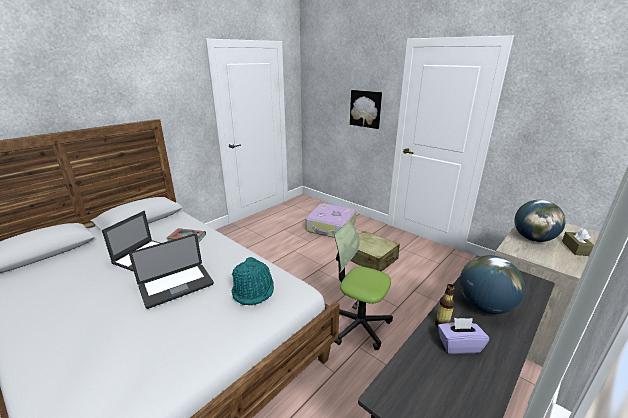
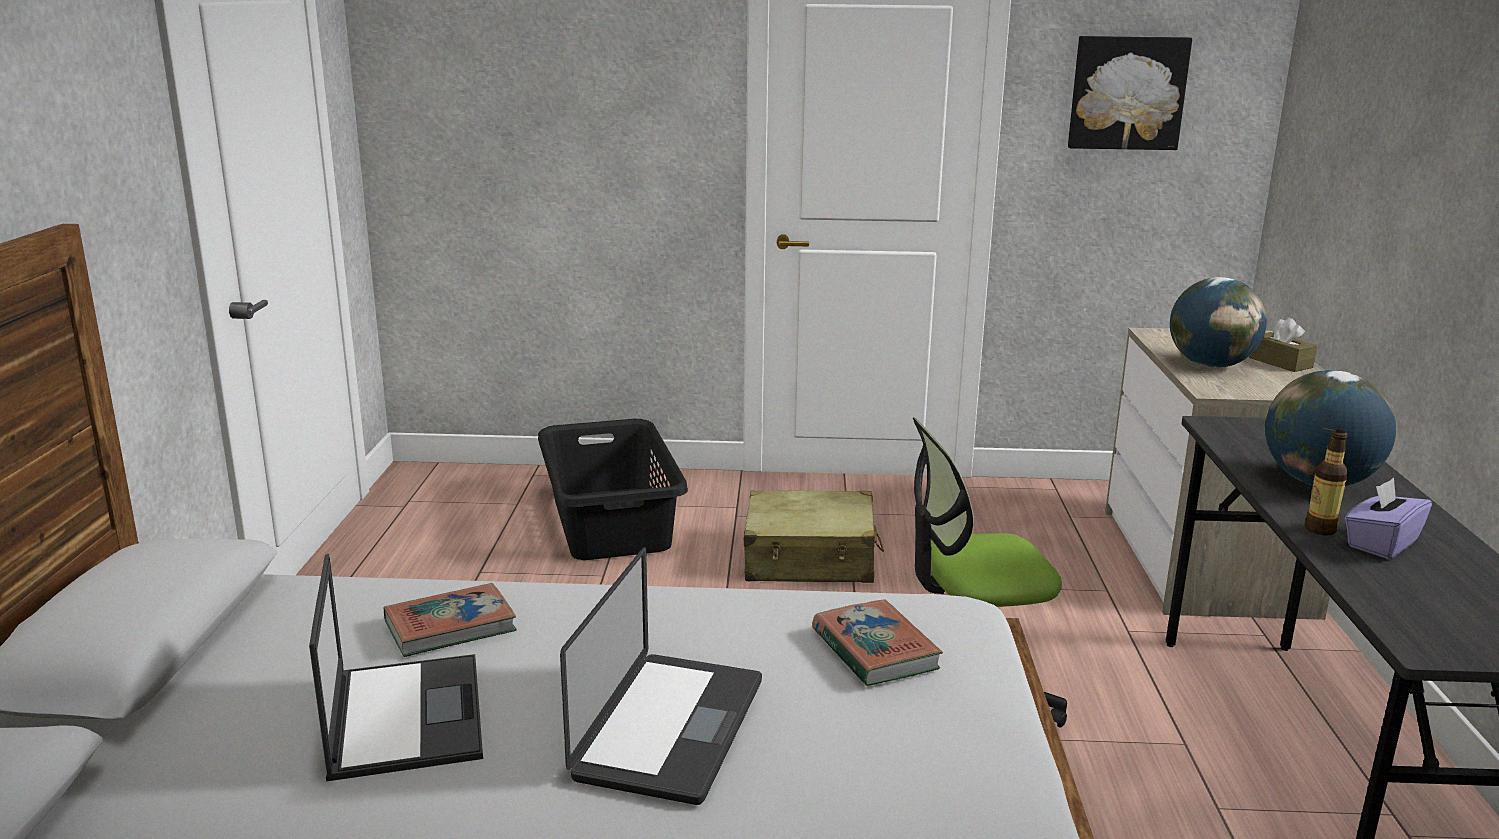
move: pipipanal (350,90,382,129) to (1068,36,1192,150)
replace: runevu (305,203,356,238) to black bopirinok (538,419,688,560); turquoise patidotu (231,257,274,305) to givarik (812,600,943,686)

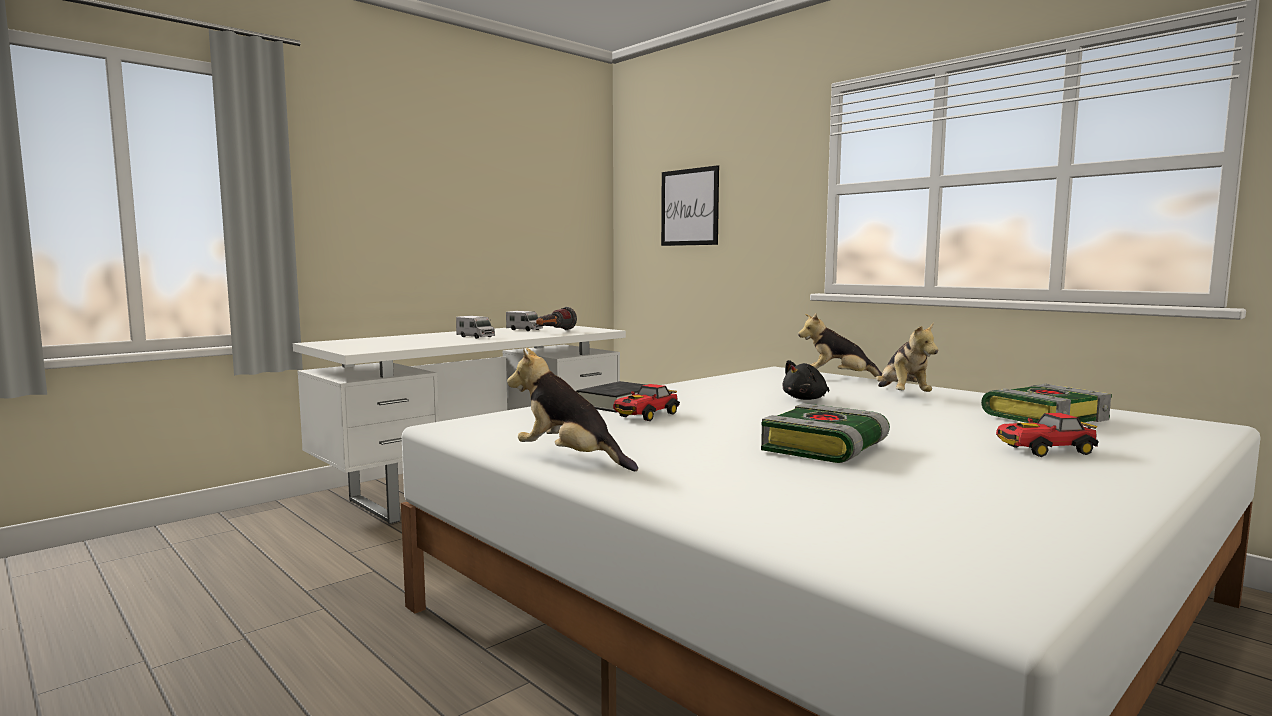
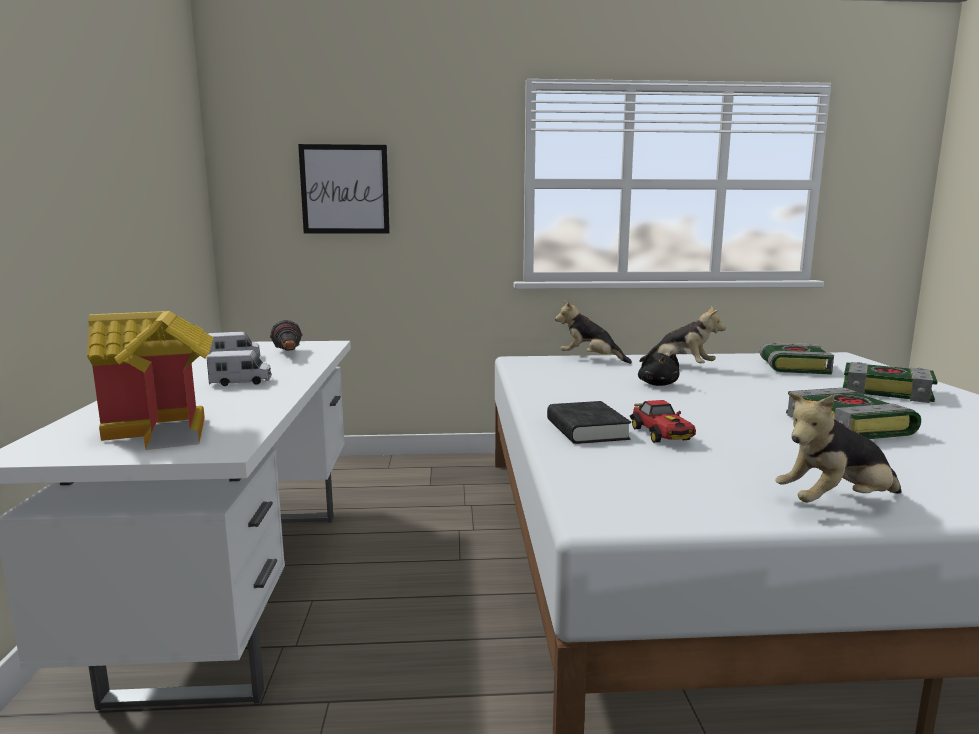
insert: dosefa (87,311,214,450)
replace: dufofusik (996,413,1099,457) to givarik (843,362,938,403)
rotate: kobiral (798,313,882,377) = (555,301,632,364) 60 degrees clockwise

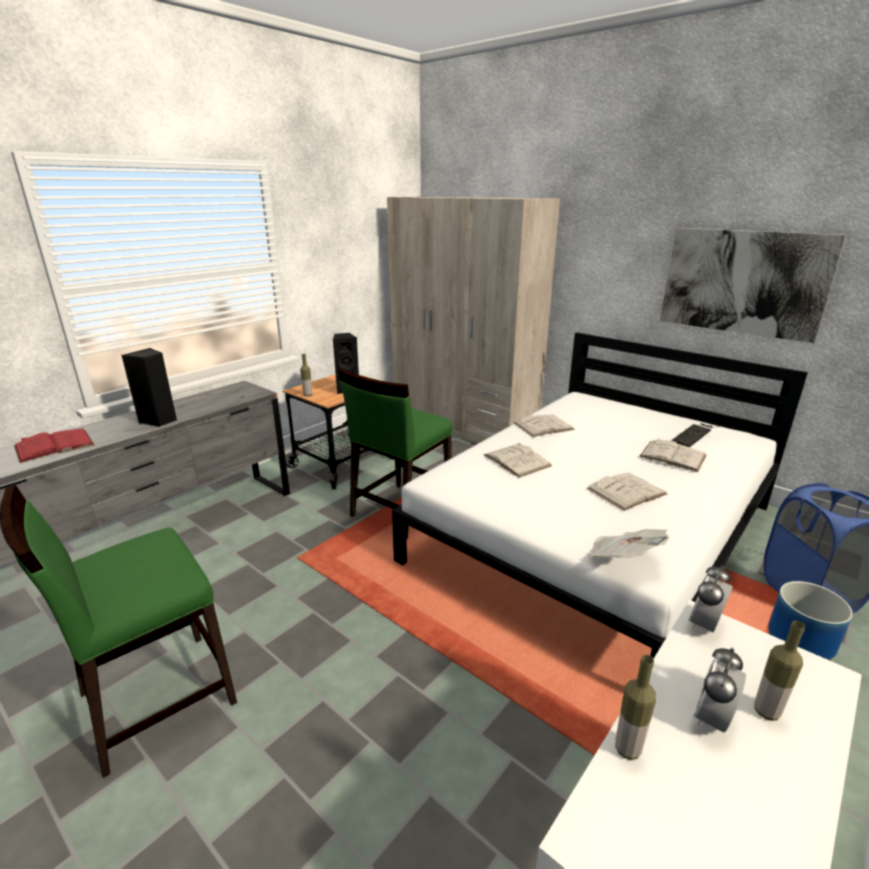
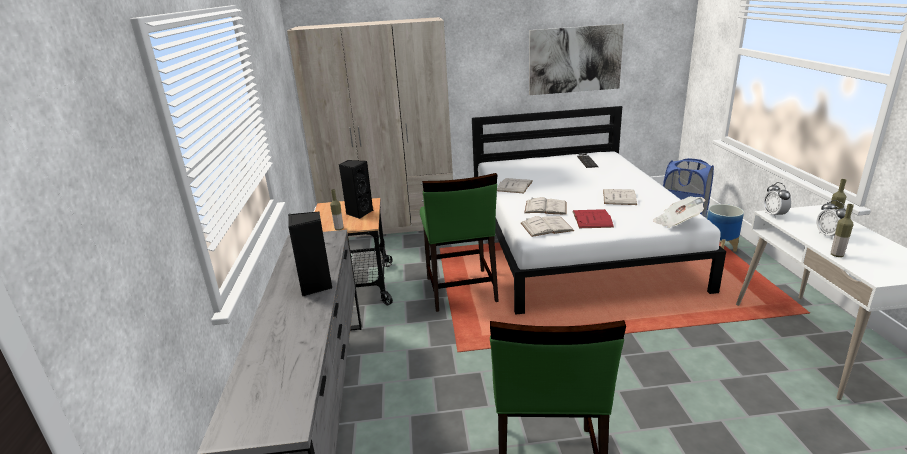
move: red givarik (14,429,95,463) to (572,209,614,228); white givarik (639,439,706,472) to (521,216,574,237)

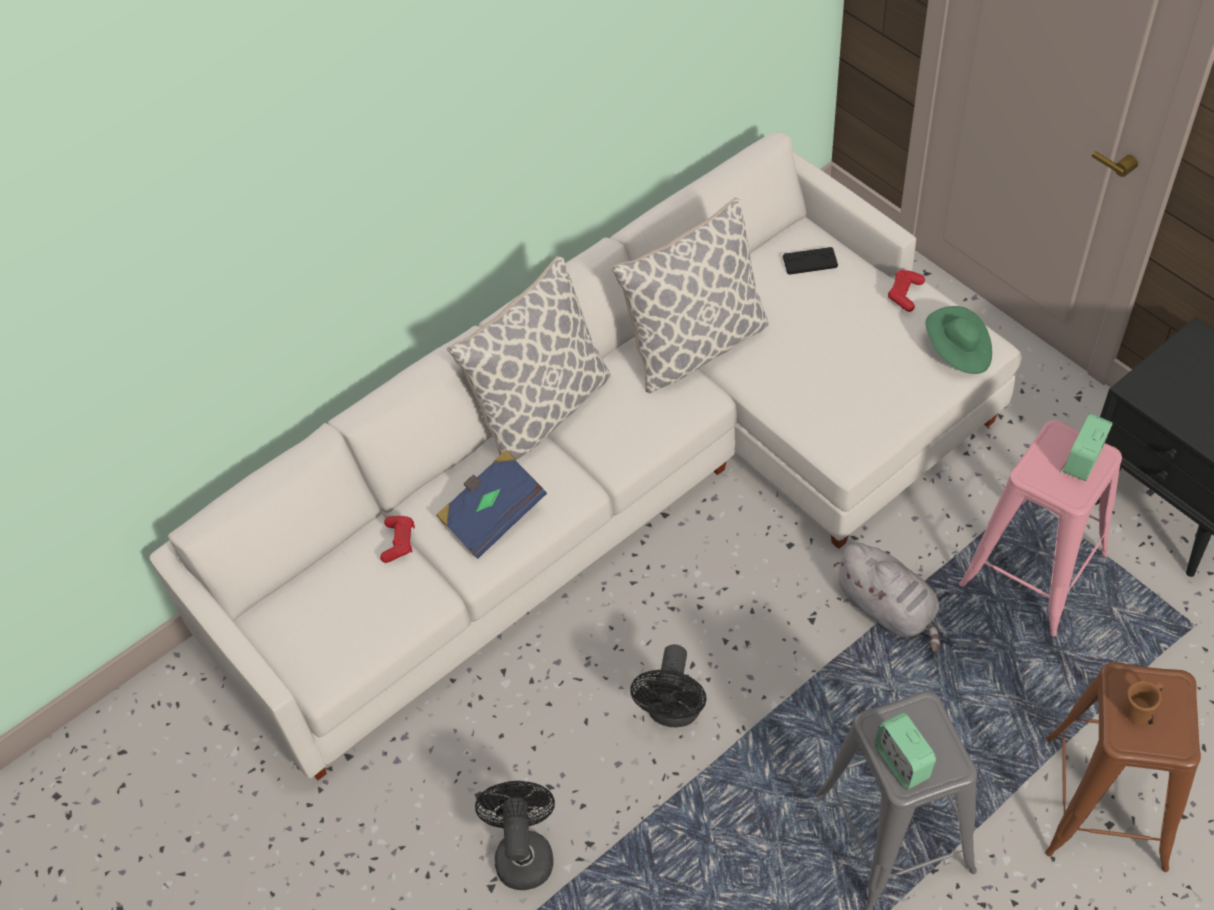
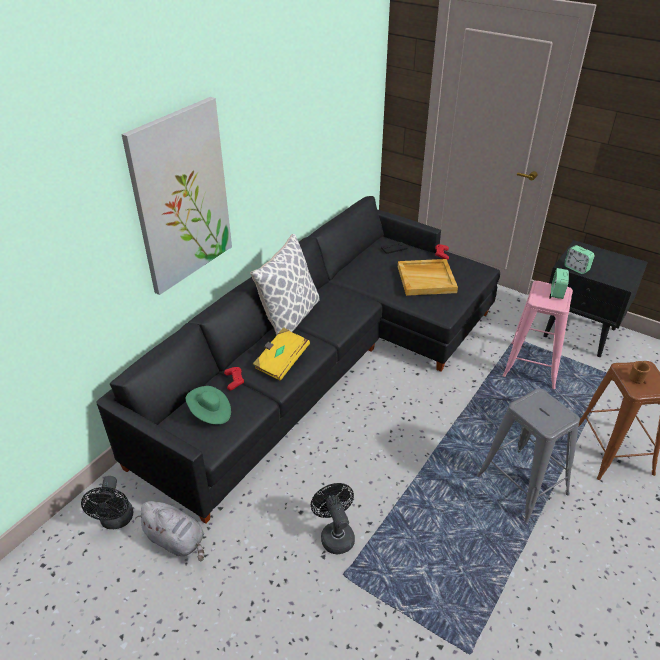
delete: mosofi (611,198,769,393)
insert: pipipanal (121,97,232,295); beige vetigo (398,259,458,296)
move: green patidotu (926,306,992,374) to (186,386,231,424); grey kobiral (833,543,940,652) to (135,501,204,562); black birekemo (630,644,707,727) to (81,476,133,529); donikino (875,712,936,790) to (564,245,595,274)
recolor: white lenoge (150,132,1022,780) to black lenoge (96,196,500,524); blue givarik (436,449,547,559) to yellow givarik (253,327,310,381)

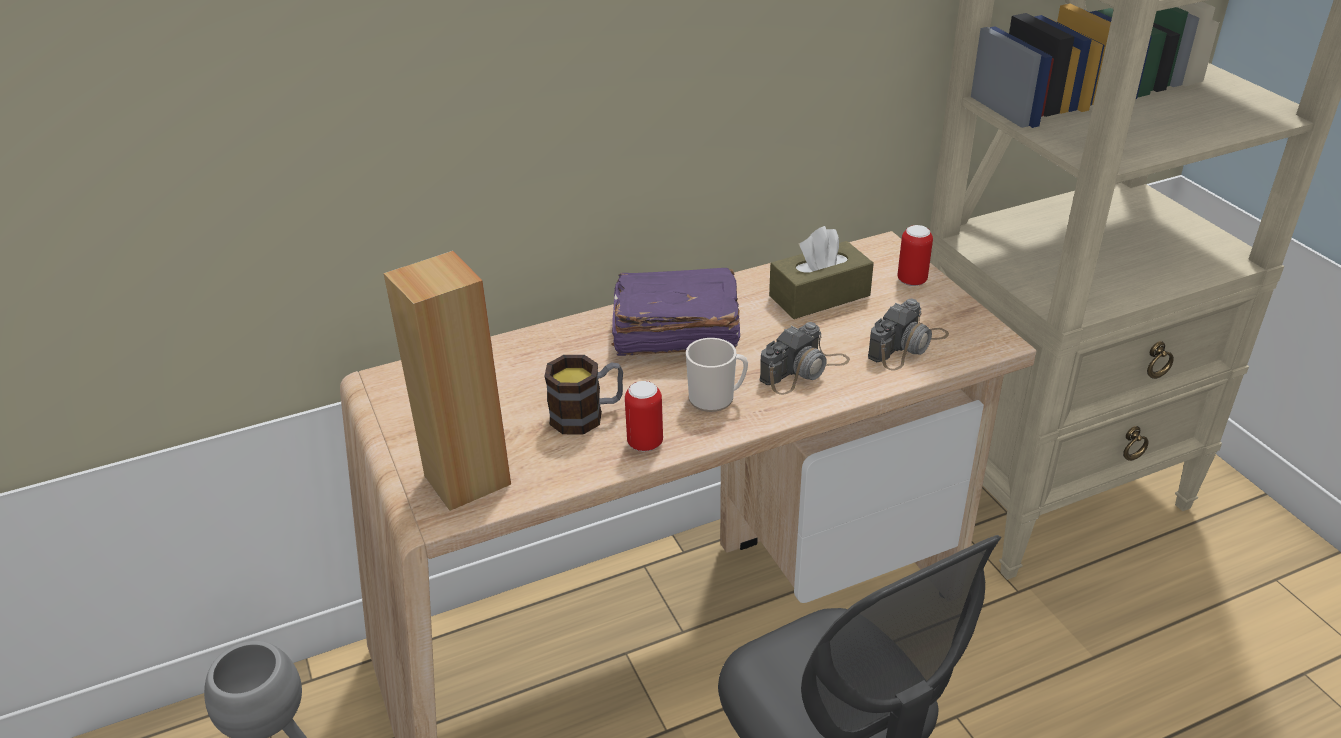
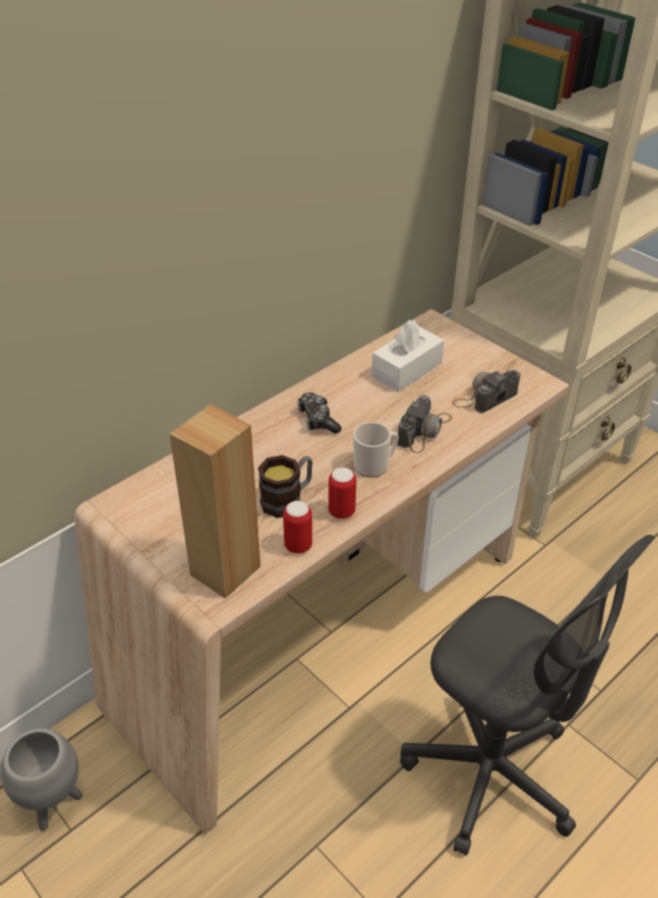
move: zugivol (897,225,933,286) to (283,501,312,554)
replace: purple givarik (611,268,740,356) to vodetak (297,392,342,434)
recolor: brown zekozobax (769,226,874,319) to white zekozobax (371,320,444,392)
rotate: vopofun (868,299,949,370) = (452,370,521,413) 150 degrees counterclockwise

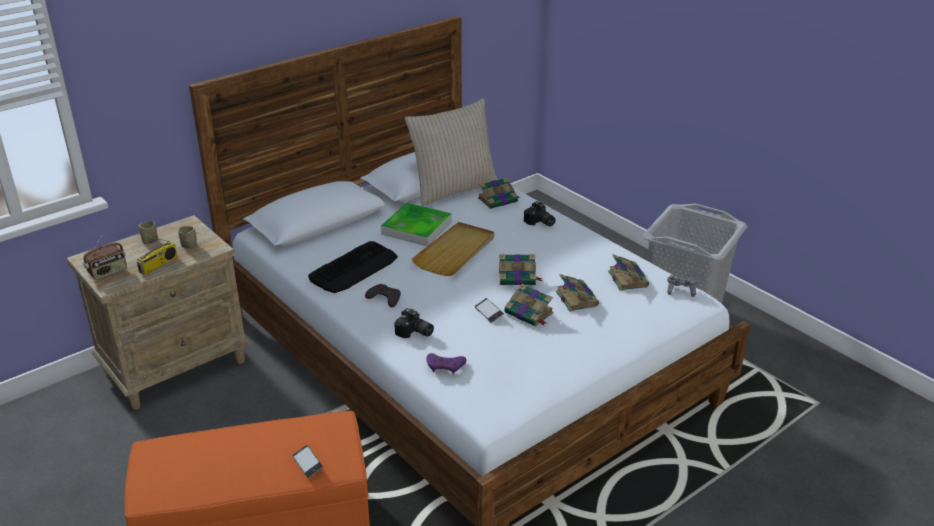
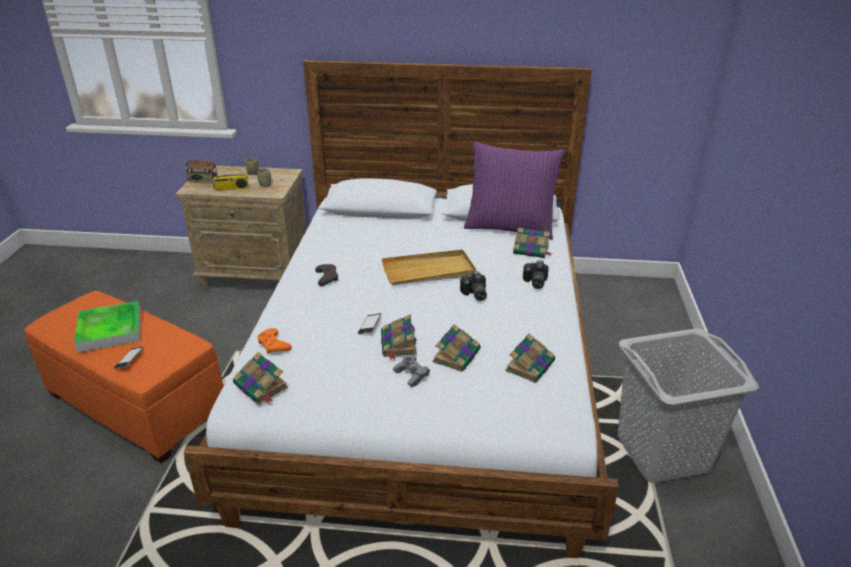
delete: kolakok (308,241,398,293)
move: vetigo (381,203,452,246) to (74,301,141,353); givarik (499,254,543,285) to (233,352,288,404); grey vodetak (667,275,697,297) to (393,355,430,387); vopofun (394,308,434,338) to (460,271,487,301)
recolor: beige mosofi (405,98,498,206) to purple mosofi (464,142,565,240); purple vodetak (426,353,466,374) to orange vodetak (257,328,292,354)

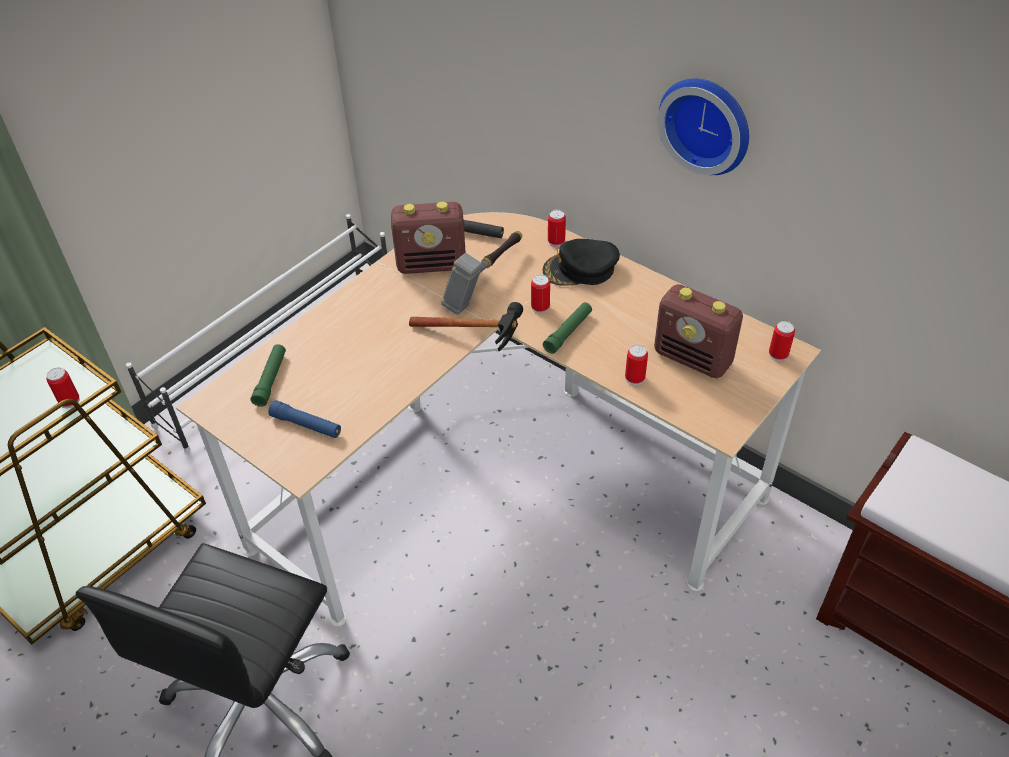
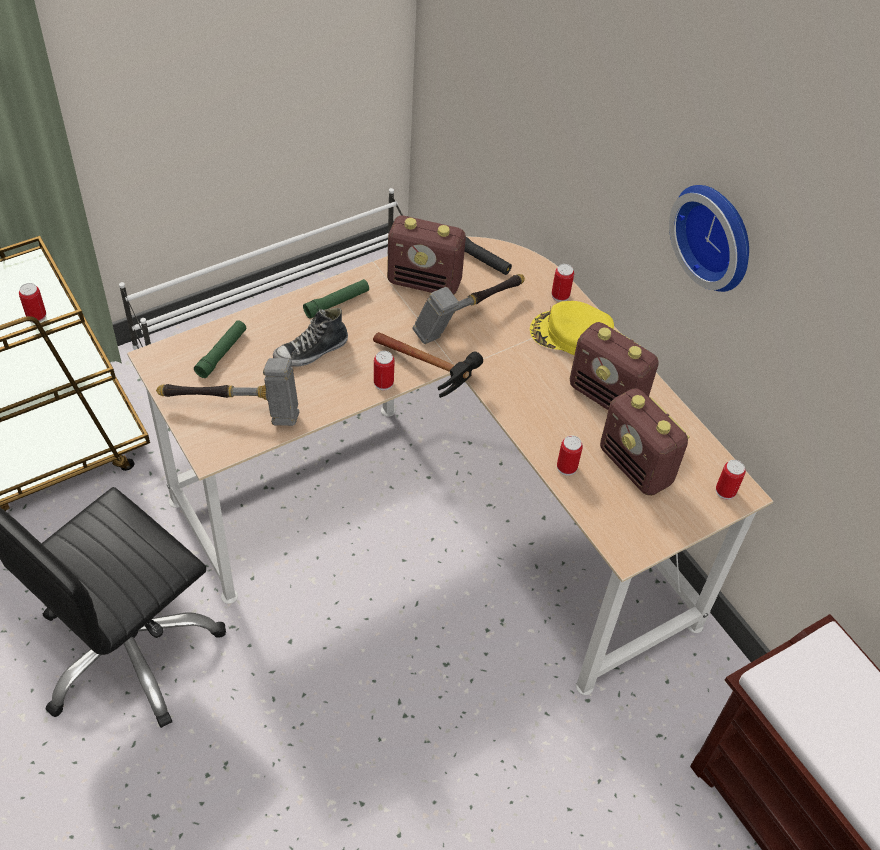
insert: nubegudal (273,308,348,367); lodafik (570,322,659,410)
move: zugivol (531,274,550,313) to (374,351,394,390); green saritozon (543,302,592,354) to (303,279,369,319)
replace: blue saritozon (268,400,341,438) to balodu (156,358,299,426)
recolor: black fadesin (543,239,620,286) to yellow fadesin (530,301,614,355)

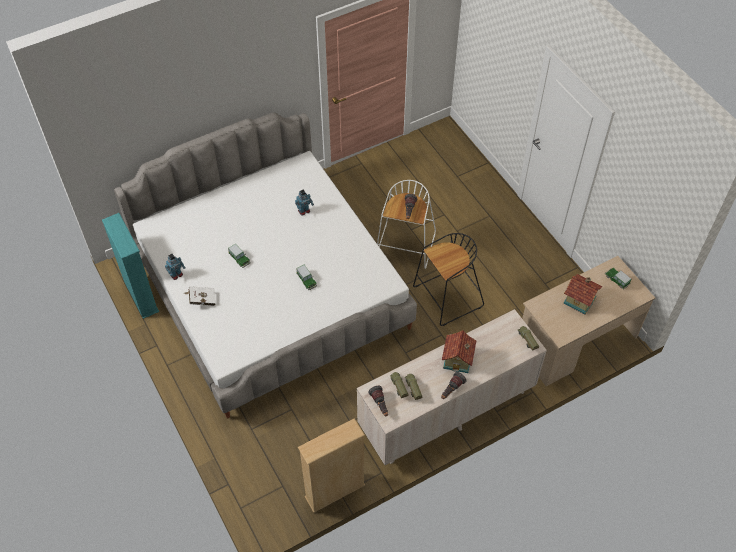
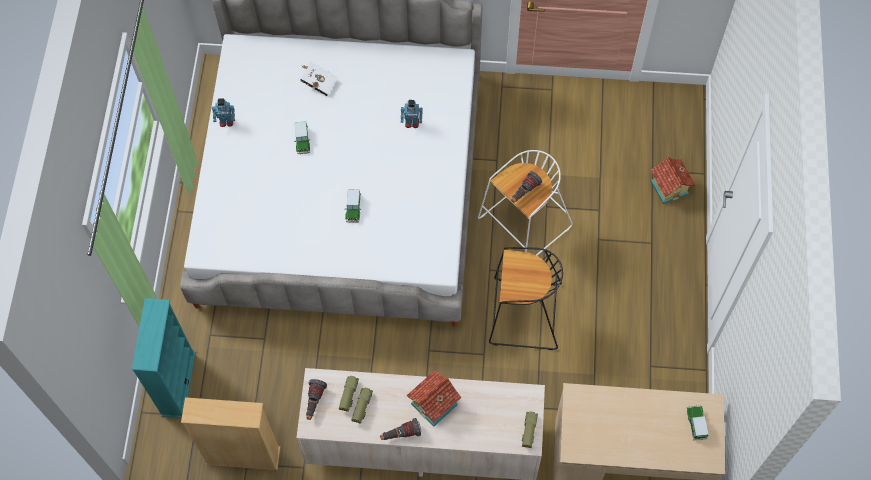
move: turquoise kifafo (102,213,159,319) to (132,298,195,418); dosefa (563,274,602,314) to (651,157,695,204); white givarik (184,286,216,306) to (300,62,338,96)

